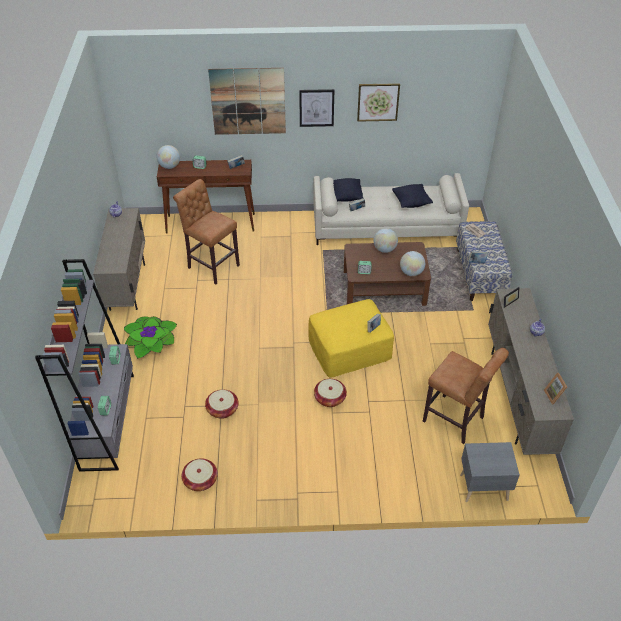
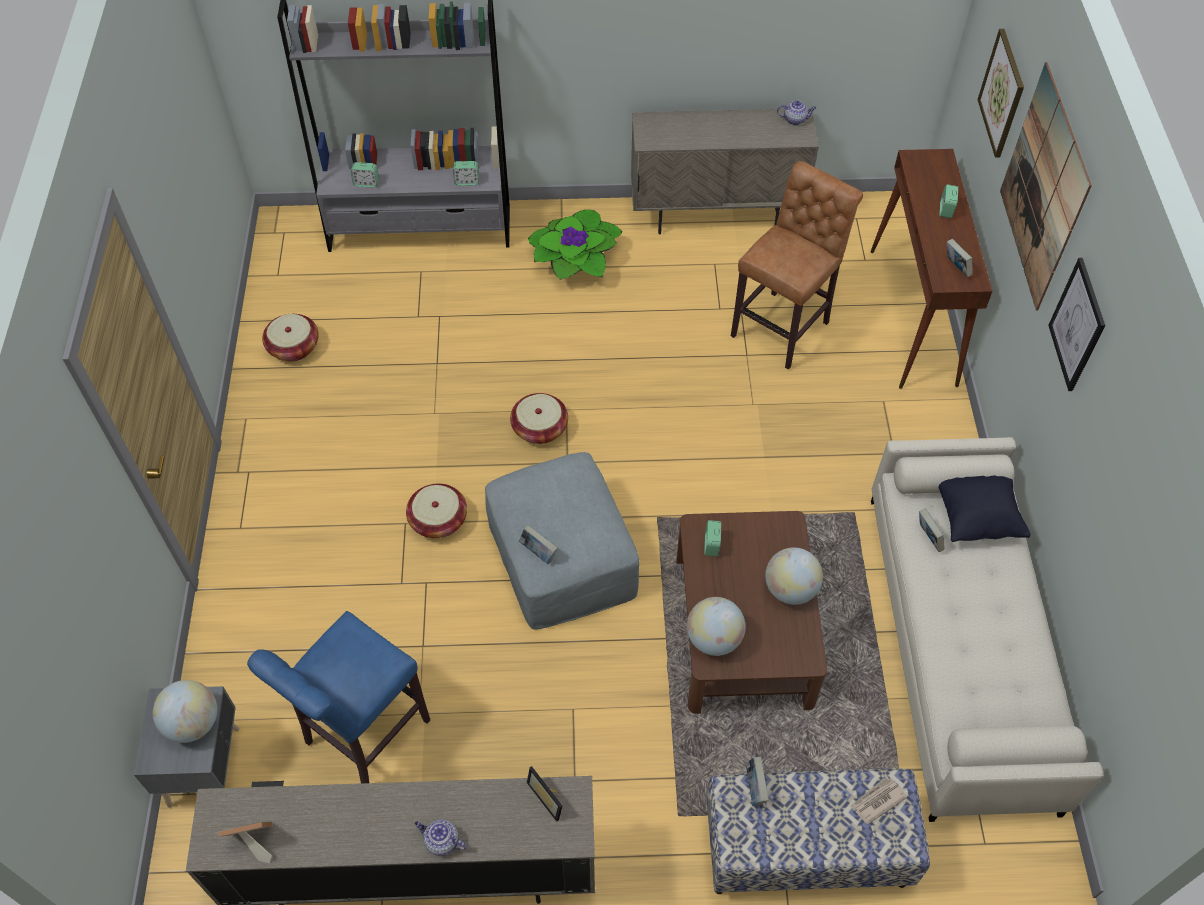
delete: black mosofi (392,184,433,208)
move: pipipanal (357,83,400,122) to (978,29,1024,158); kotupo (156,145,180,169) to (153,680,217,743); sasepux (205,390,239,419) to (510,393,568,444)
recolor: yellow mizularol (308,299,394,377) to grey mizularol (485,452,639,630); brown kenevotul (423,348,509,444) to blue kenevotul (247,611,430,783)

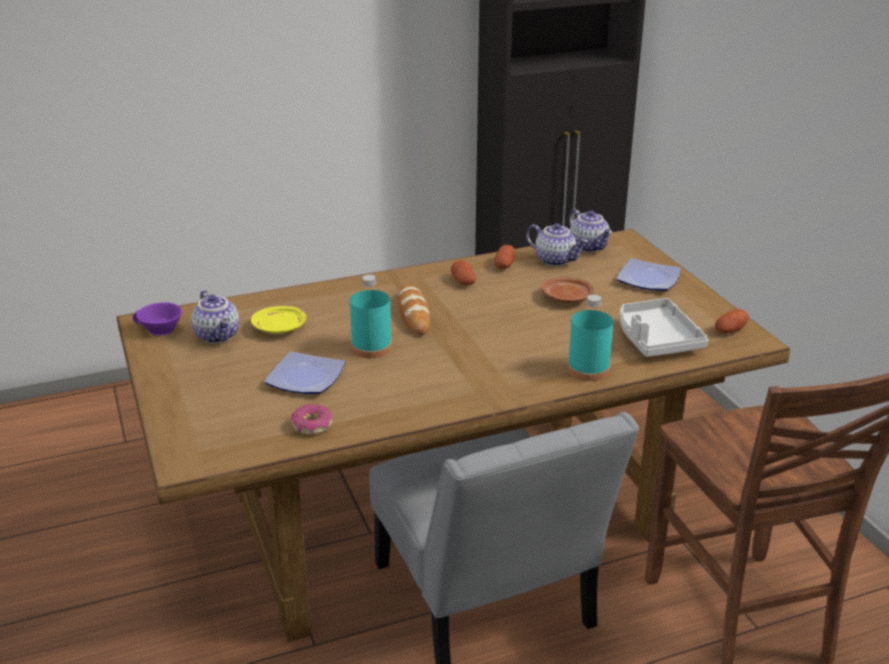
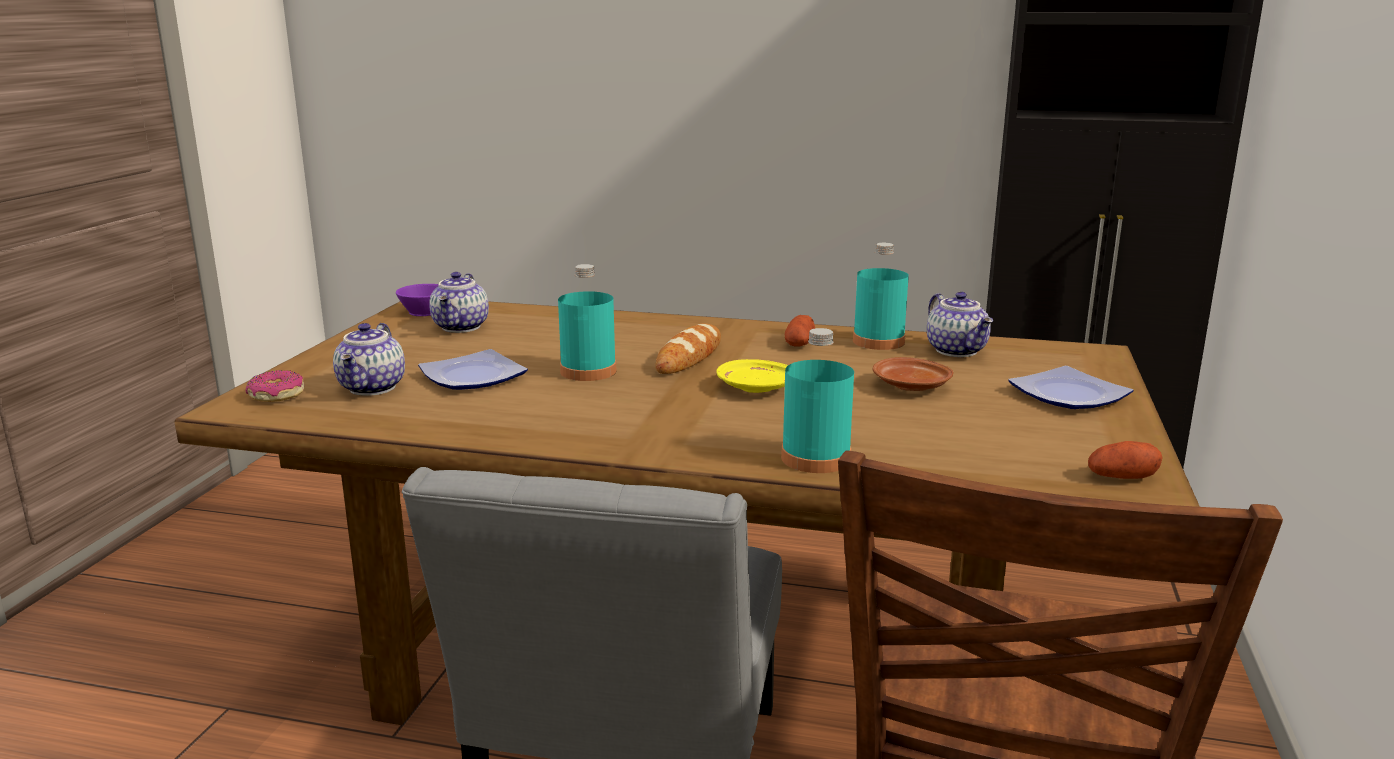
delete: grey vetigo (620,298,708,357)
move: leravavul (569,209,612,253) to (333,323,405,396); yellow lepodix (251,306,306,334) to (717,359,788,393); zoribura (291,404,332,435) to (245,370,304,402)
replace: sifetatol (494,245,515,269) to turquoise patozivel (853,243,909,350)

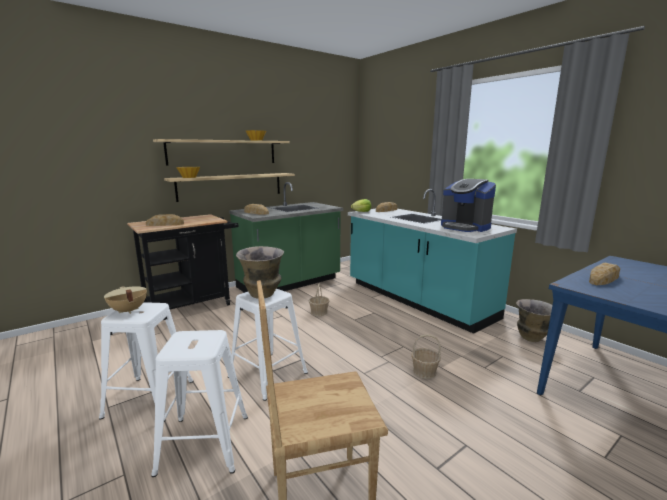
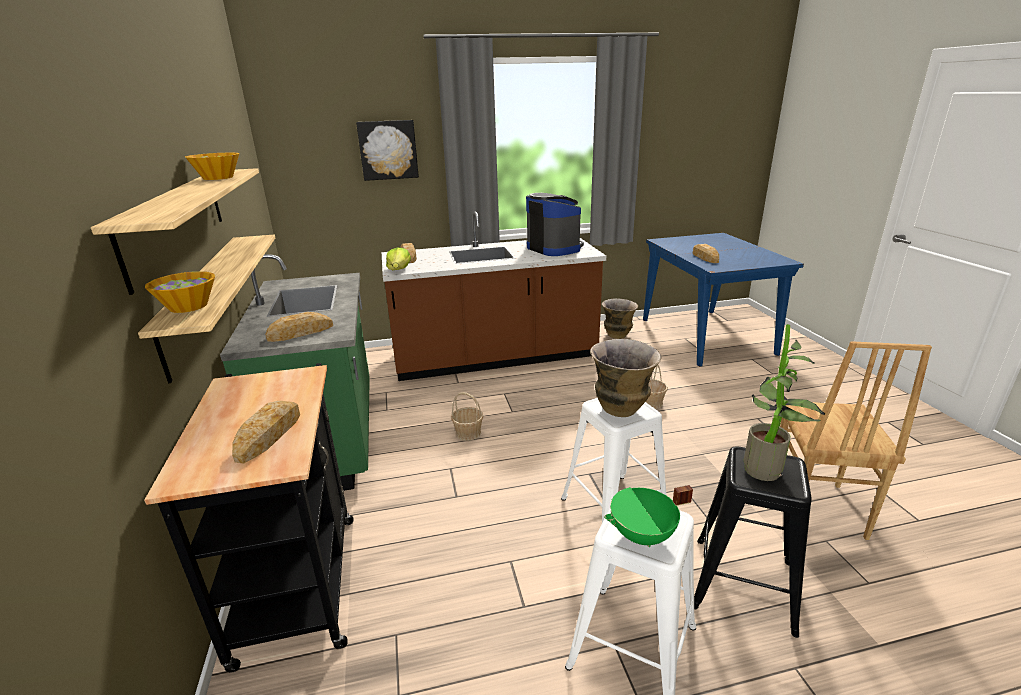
insert: pipipanal (356,120,419,181); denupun (744,324,825,481)
recolor: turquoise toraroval (348,189,517,334) to brown toraroval (382,211,606,381); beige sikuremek (104,286,147,314) to green sikuremek (604,485,693,547); white kenevotul (151,330,248,477) to black kenevotul (694,446,812,638)
rotate: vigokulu (441,179,496,232) = (526,193,584,256) 105 degrees counterclockwise

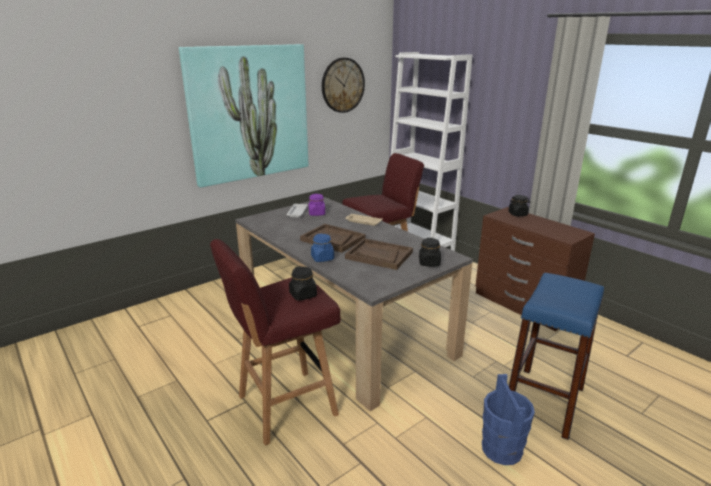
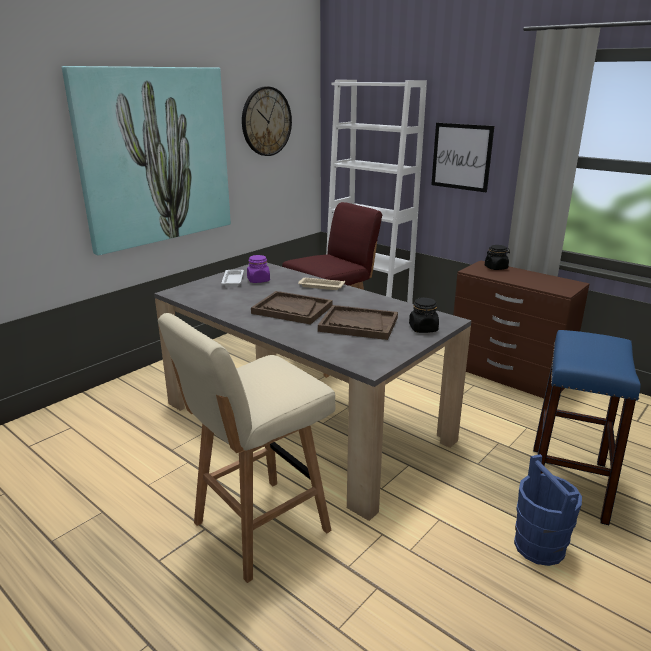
delete: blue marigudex (311,233,334,262); black marigudex (289,266,317,301)
insert: pipipanal (431,123,494,192)
recolor: red kenevotul (210,239,341,445) to beige kenevotul (158,313,336,583)

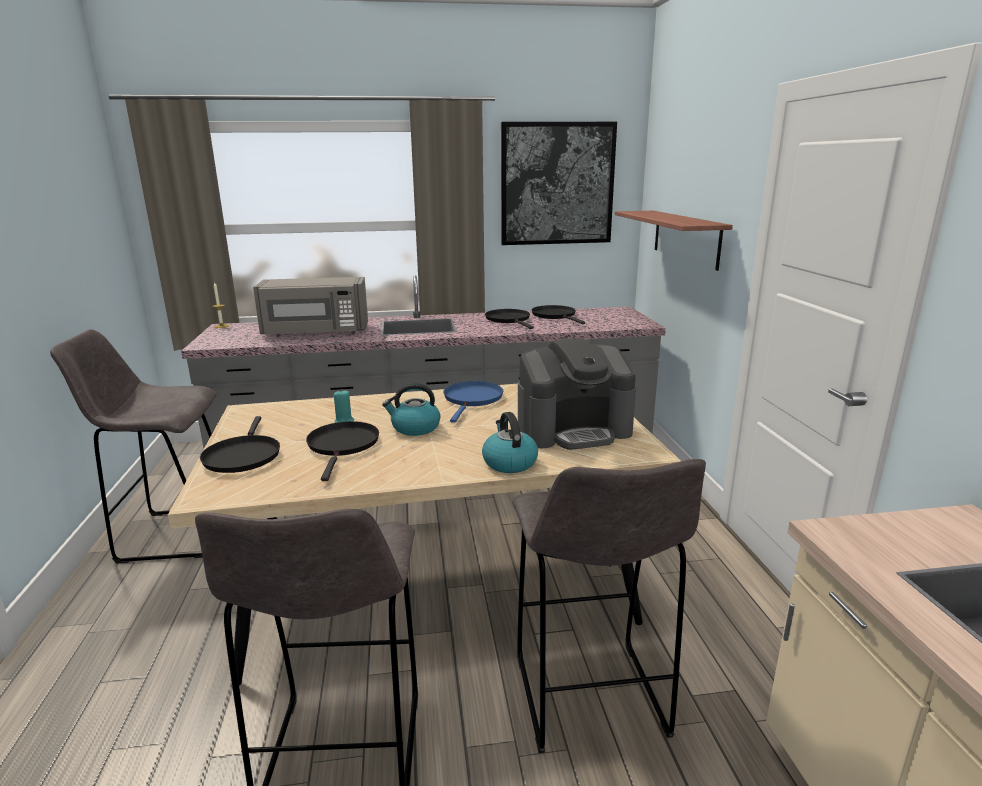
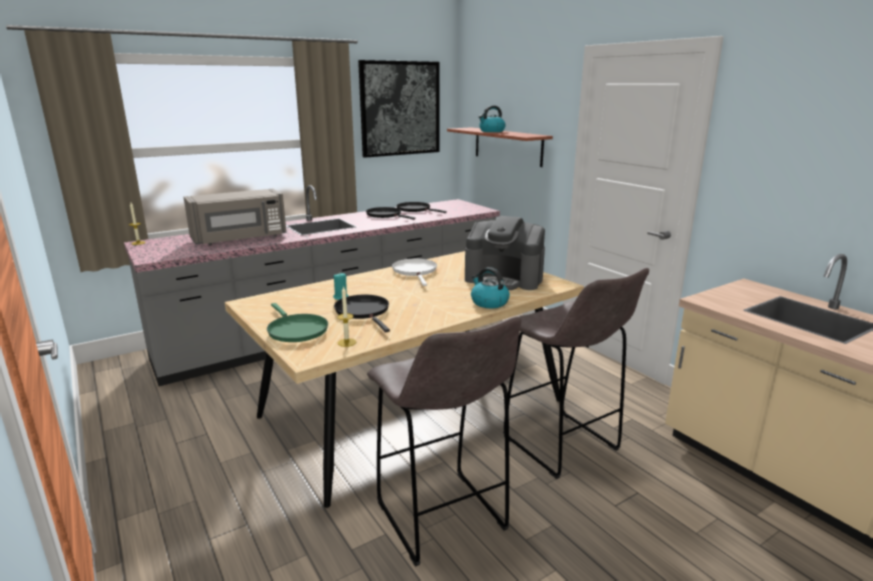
delete: grey kenevotul (50,329,217,564)
insert: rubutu (337,286,356,347)
move: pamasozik (382,383,440,436) to (478,106,505,132)
recolor: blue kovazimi (443,381,503,423) to white kovazimi (392,258,437,286); black kovazimi (200,416,280,473) to green kovazimi (267,303,328,342)
rotate: vigokulu (518,338,636,450) = (465,216,545,290) 60 degrees clockwise

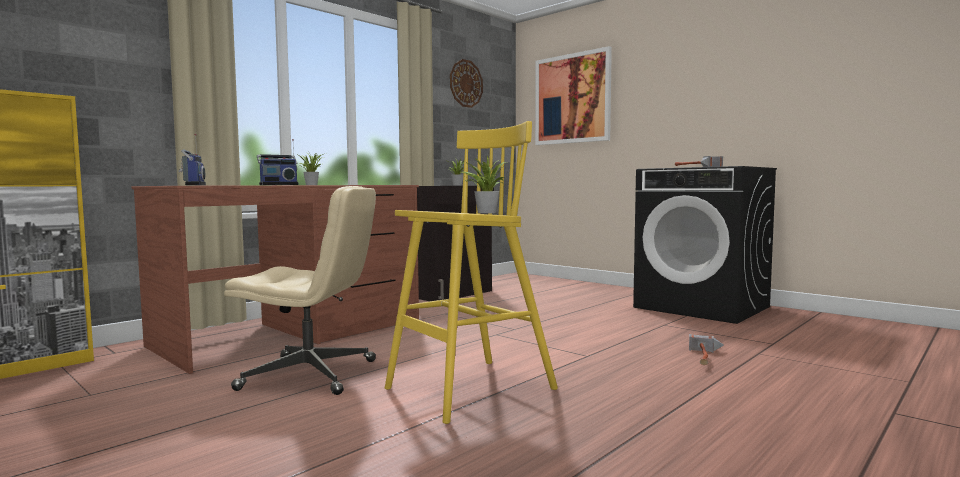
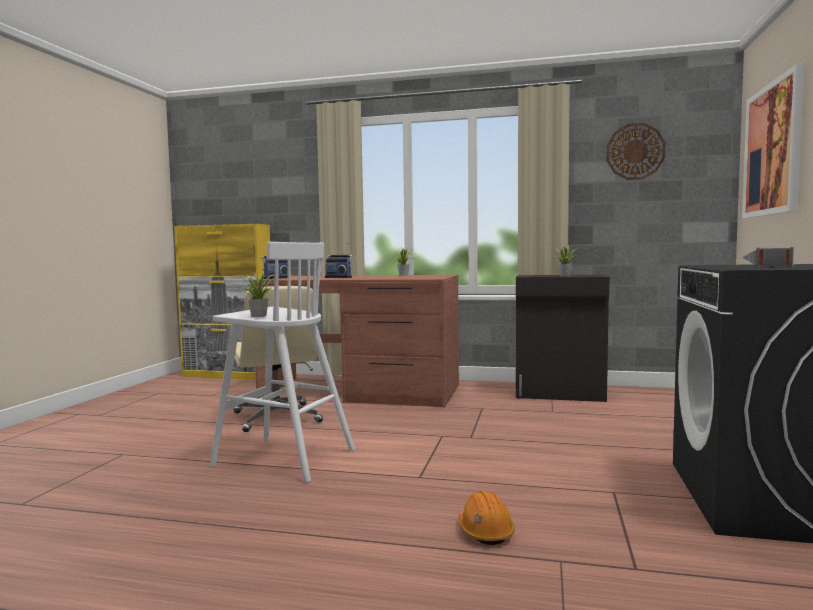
replace: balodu (689,334,724,365) to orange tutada (459,491,515,545)
recolor: yellow kenevotul (385,121,558,424) to white kenevotul (210,242,355,482)

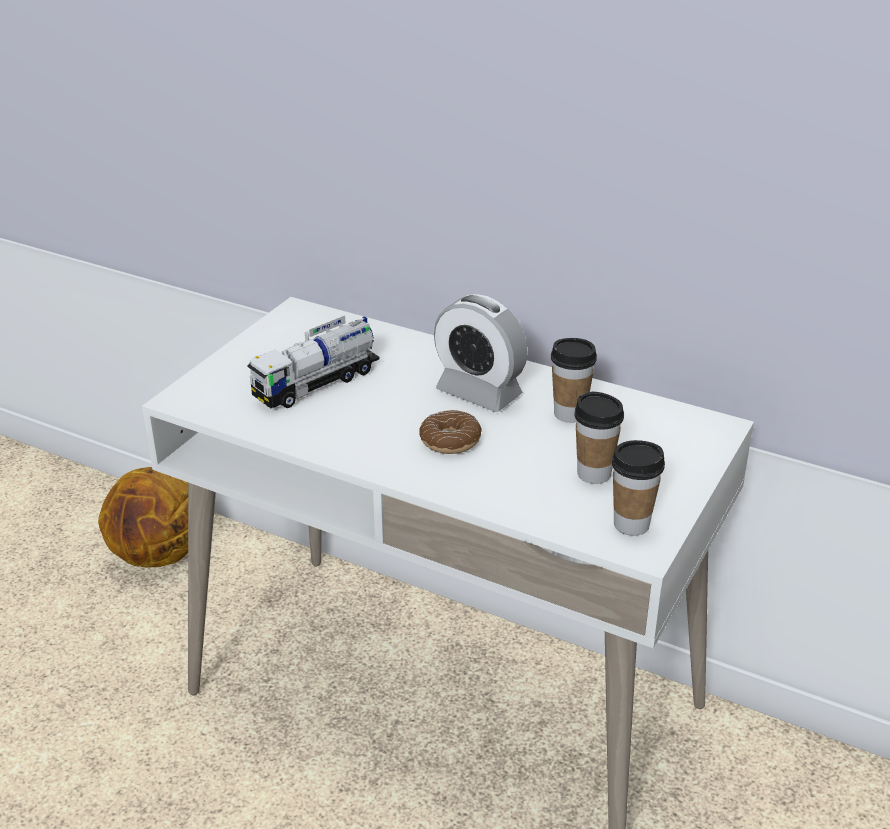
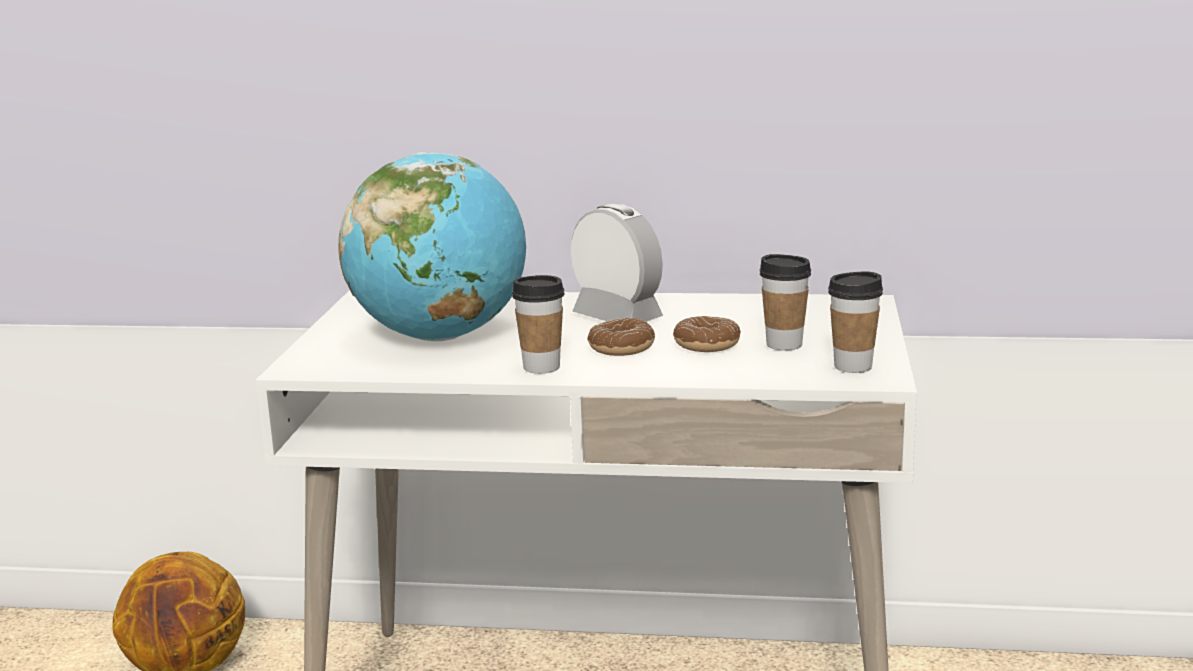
insert: zoribura (673,316,741,352)
move: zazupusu (551,338,597,423) to (512,275,565,374)
replace: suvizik (247,316,379,408) to kotupo (338,152,526,341)
rotate: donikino (434,294,528,412) = (571,204,663,322) 150 degrees counterclockwise

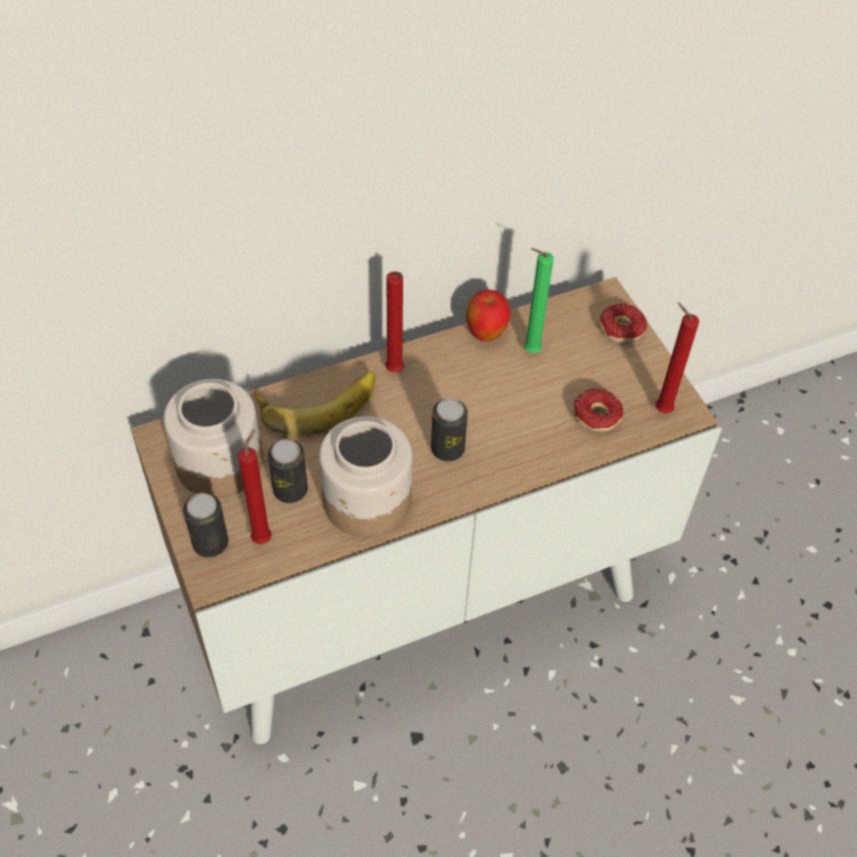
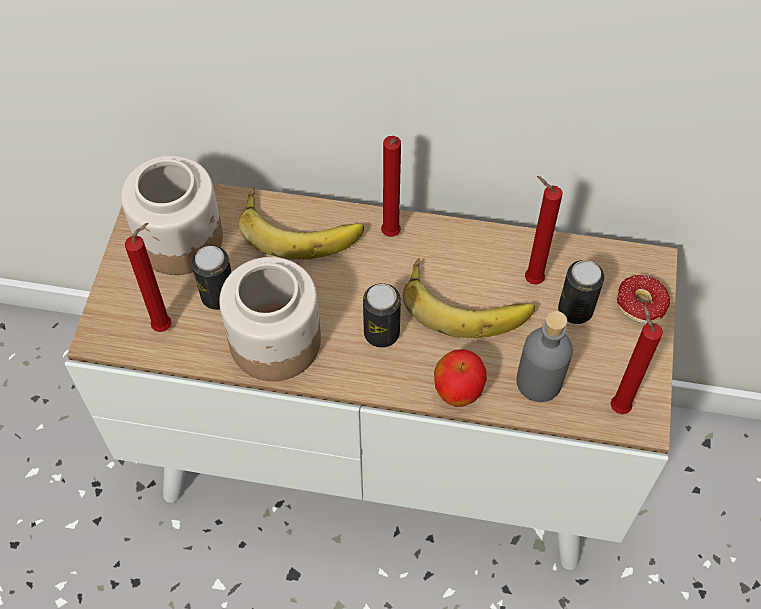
insert: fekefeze (403,258,535,338)
move: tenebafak (466,290,511,341) to (434,349,487,407); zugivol (183,493,228,558) to (558,260,605,324)
replace: zoribura (574,388,623,432) to grey patozivel (516,311,573,402)
recolor: green rubutu (524,248,554,353) to red rubutu (525,176,563,285)

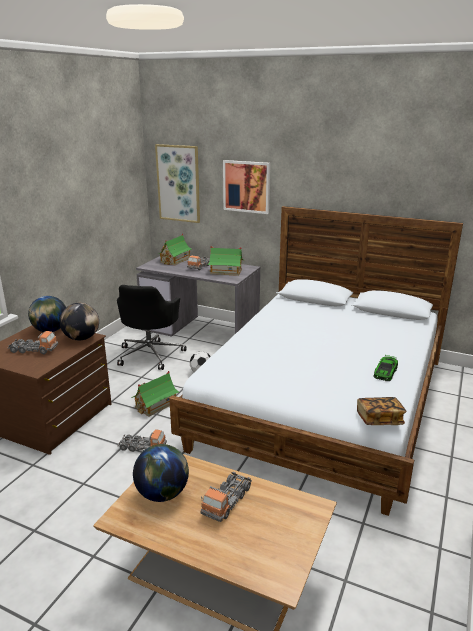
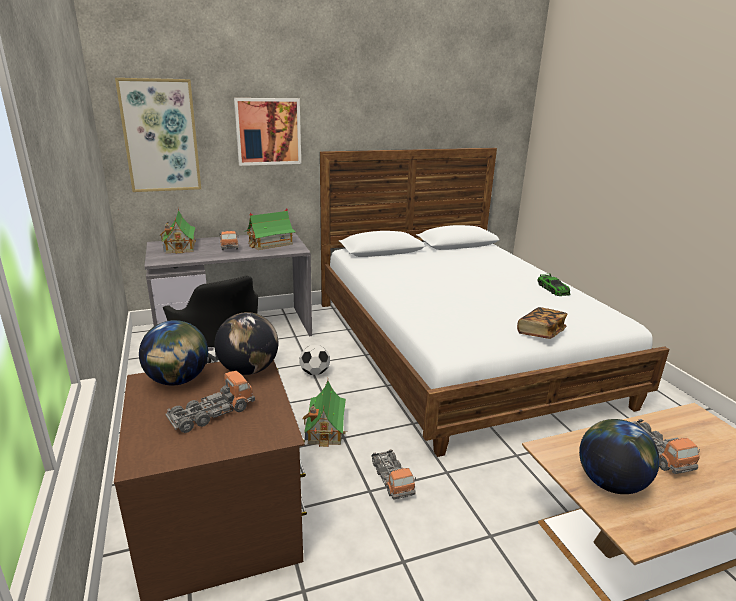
move: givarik (357,397,407,425) to (517,307,568,339)
rotate: suvizik (118,429,167,452) = (372,449,416,500) 105 degrees clockwise

